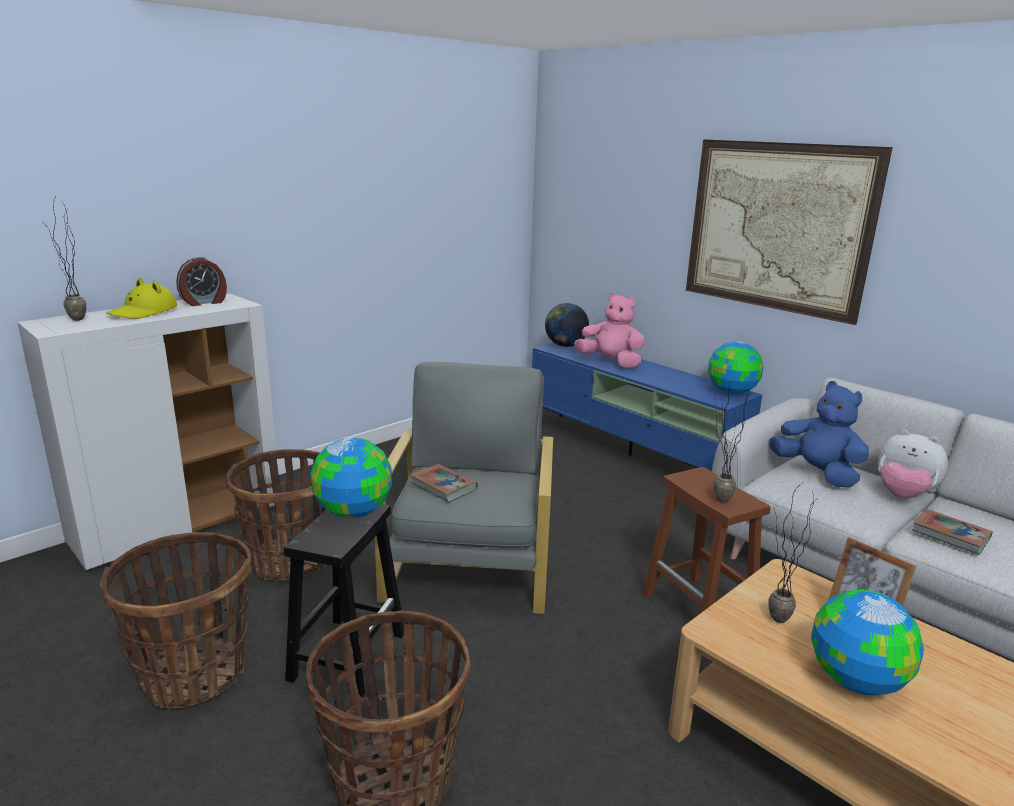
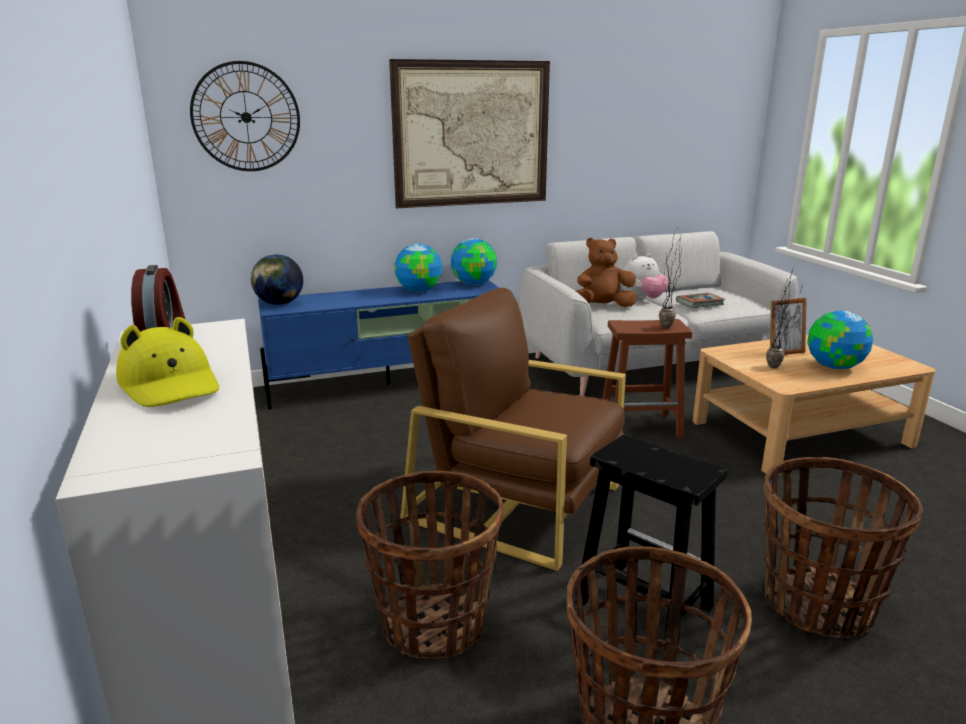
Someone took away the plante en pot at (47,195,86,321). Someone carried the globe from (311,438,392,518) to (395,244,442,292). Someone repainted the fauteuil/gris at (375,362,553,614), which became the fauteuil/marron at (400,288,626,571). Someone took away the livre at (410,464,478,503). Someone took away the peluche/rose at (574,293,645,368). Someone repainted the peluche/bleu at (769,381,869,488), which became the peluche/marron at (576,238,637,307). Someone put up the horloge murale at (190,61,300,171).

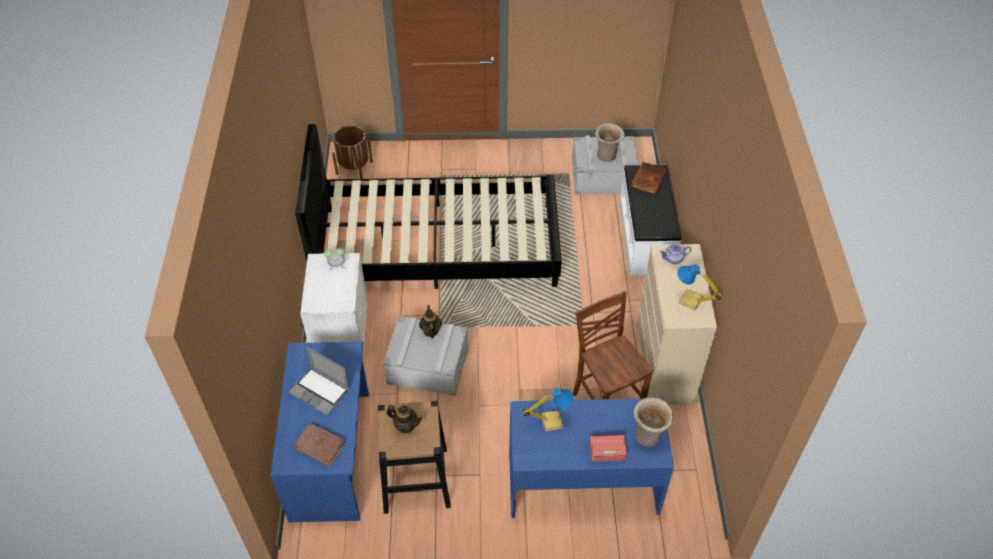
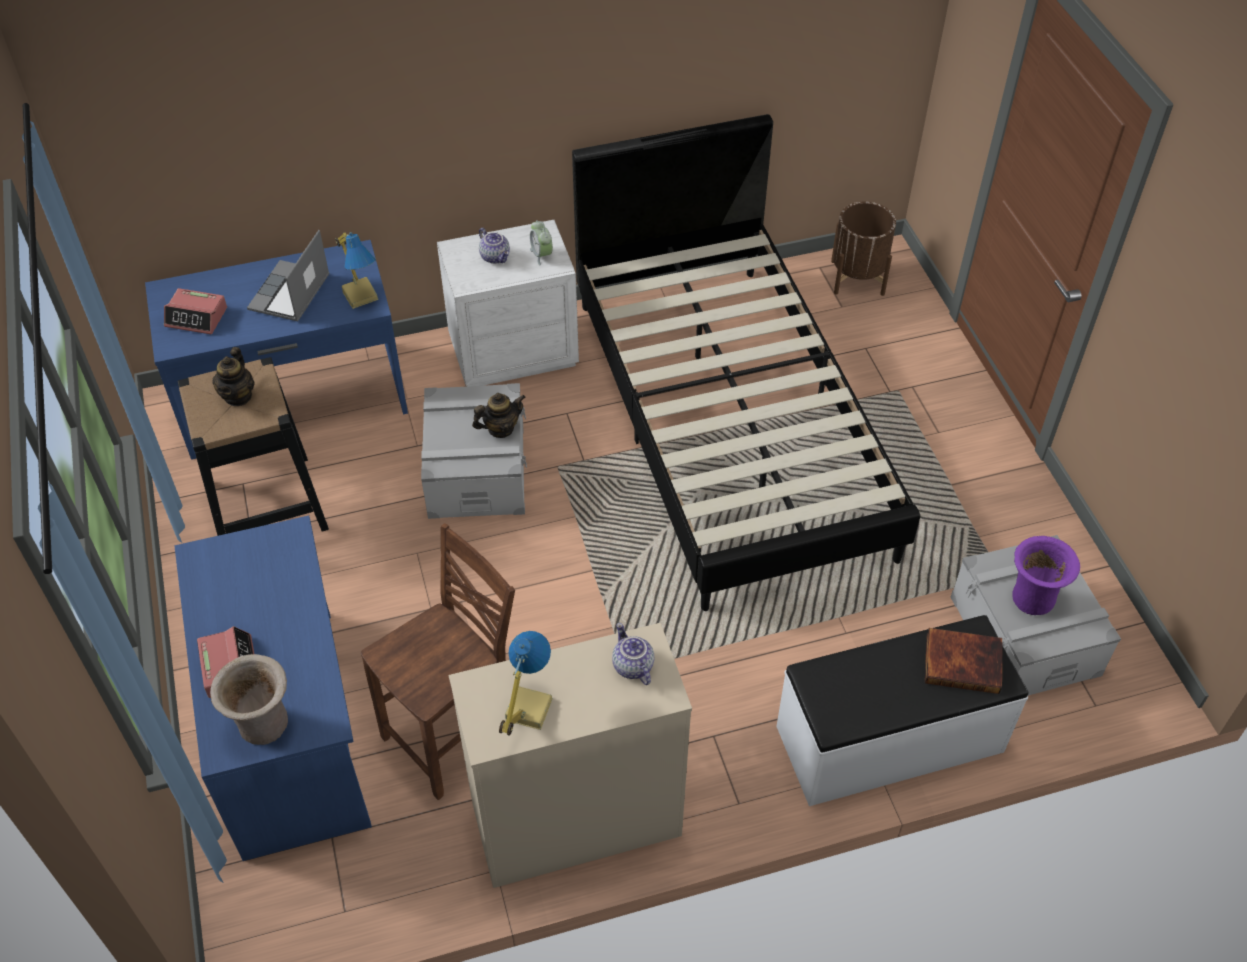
Someone swapped the livre/marron at (293,423,346,467) for the réveil at (164,288,227,334). Someone carried the lampe de table from (523,387,574,432) to (335,232,379,309). Someone repainted the vase/beige at (595,123,624,162), which became the vase/violet at (1012,536,1080,615). Someone put down the théière at (479,228,510,264).

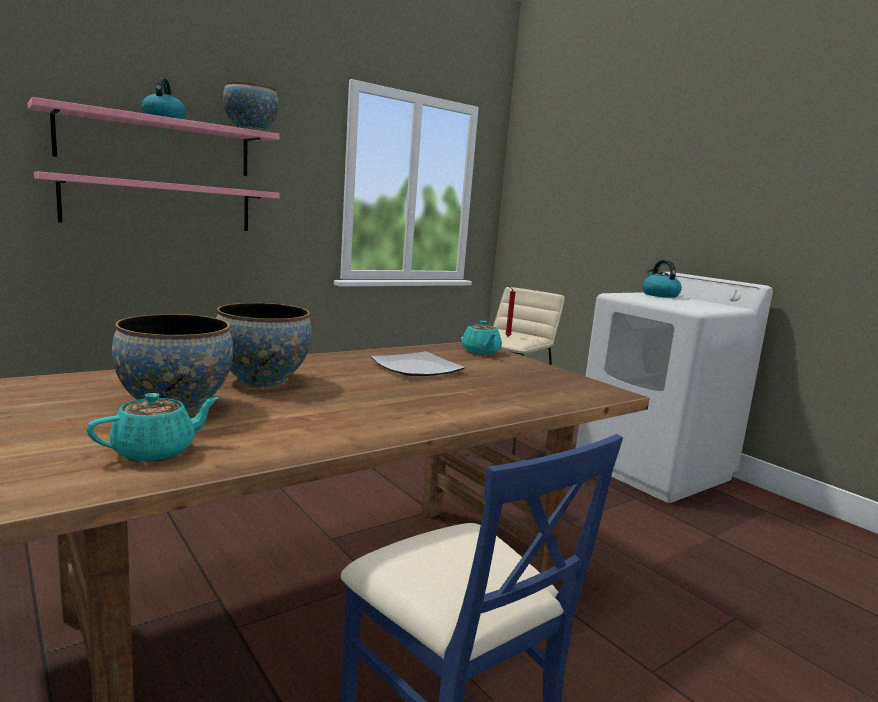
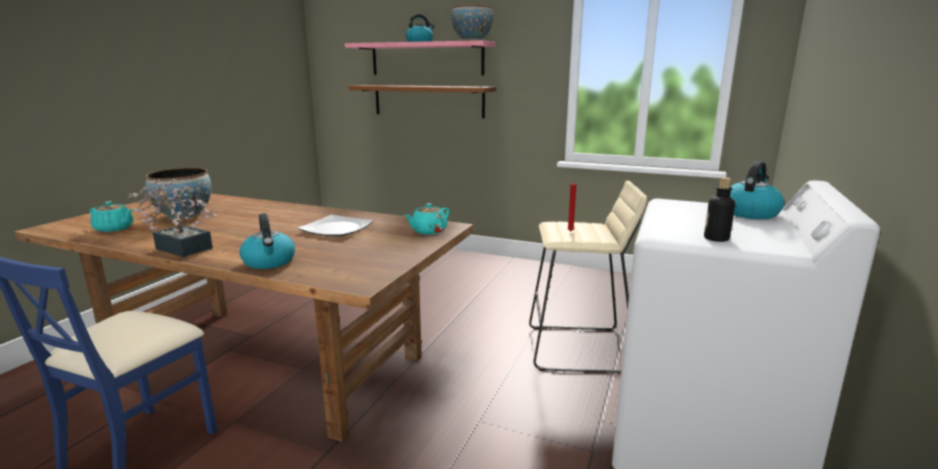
Someone repainted the étagère/rose at (34,172,280,231), which became the étagère/marron at (348,85,496,118). Someone took away the bol at (216,303,312,388). Someone put down the plante en pot at (128,179,218,257). Someone put down the bouilloire at (239,213,295,269). Someone put down the bouteille at (704,177,735,242).

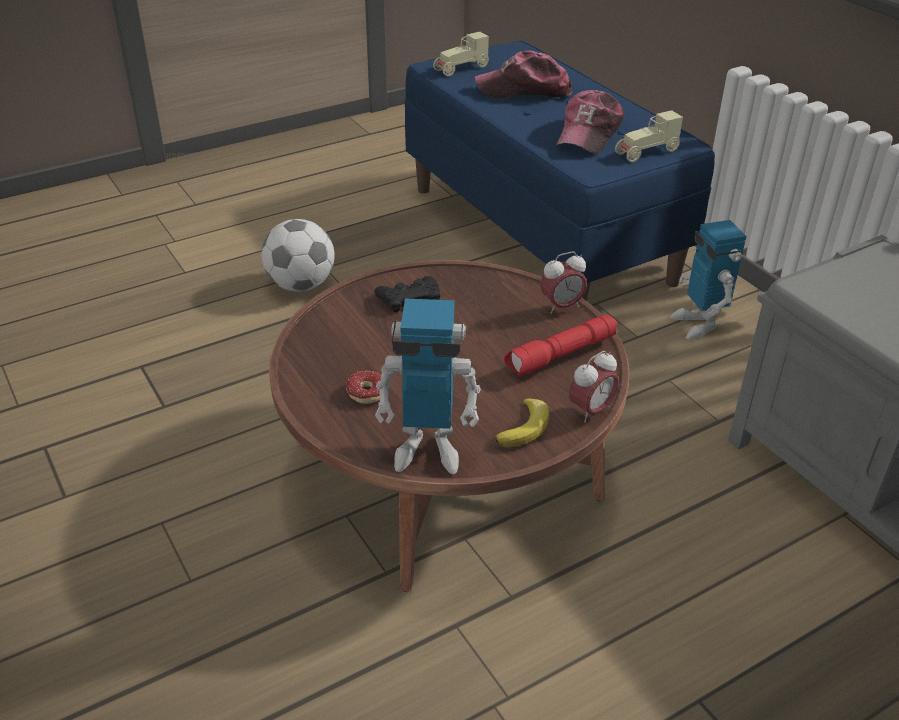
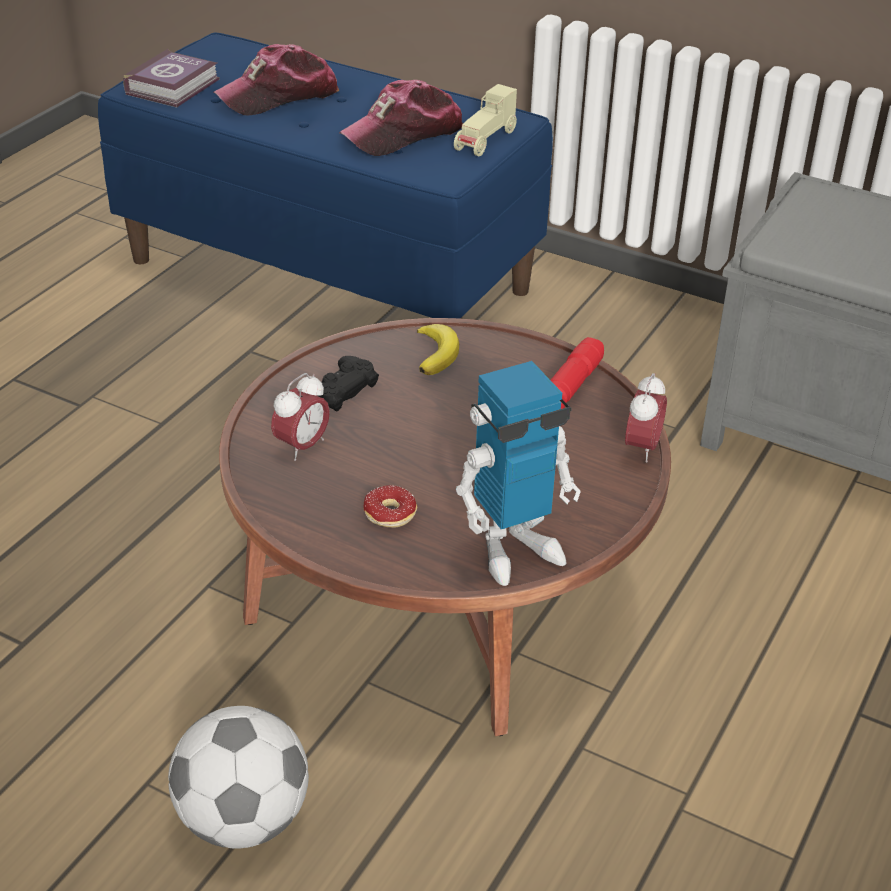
Someone carried the ballon de foot from (261,219,335,292) to (168,706,309,849). Someone swapped the petite voiture/beige at (433,32,489,76) for the livre at (123,49,220,107). Someone carried the banane from (495,398,549,447) to (417,324,459,375). Someone carried the réveil from (540,252,587,314) to (271,373,330,461). Someone rotated the casquette at (556,90,624,154) by 60 degrees clockwise. Someone took away the robot jouet at (670,220,747,339).

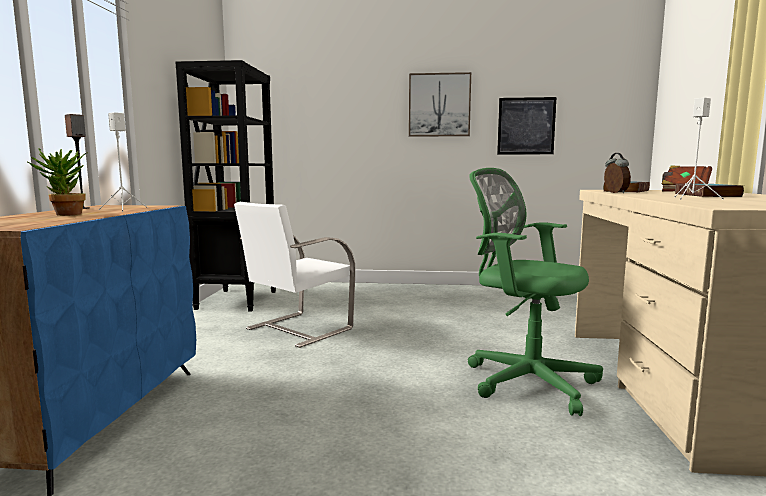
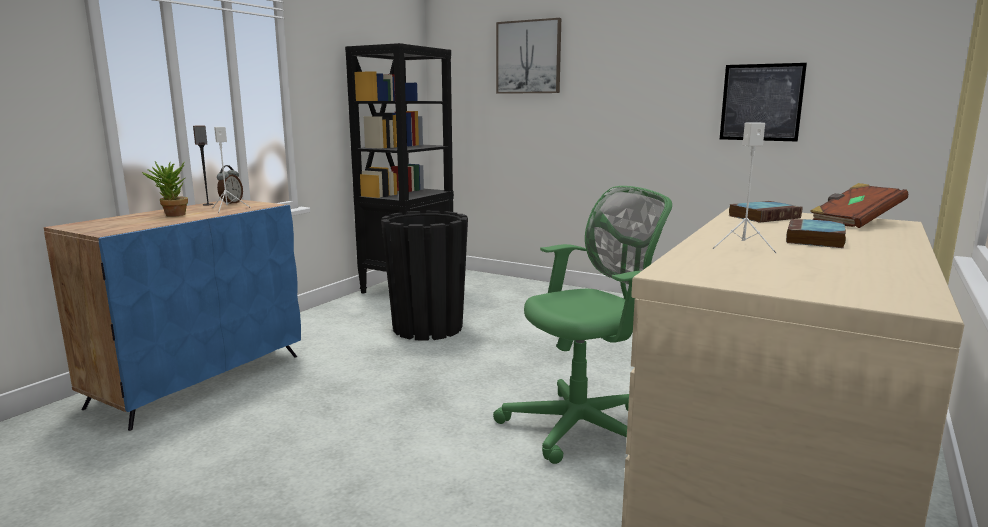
Someone swapped the chaise/blanc at (234,202,355,348) for the cache-pot/noir at (381,211,468,341). Someone carried the tableau from (409,72,471,137) to (496,18,561,94). Someone rotated the chaise de bureau/vert at (468,168,603,416) by 90 degrees clockwise. Someone carried the réveil from (604,153,631,193) to (217,165,243,204).

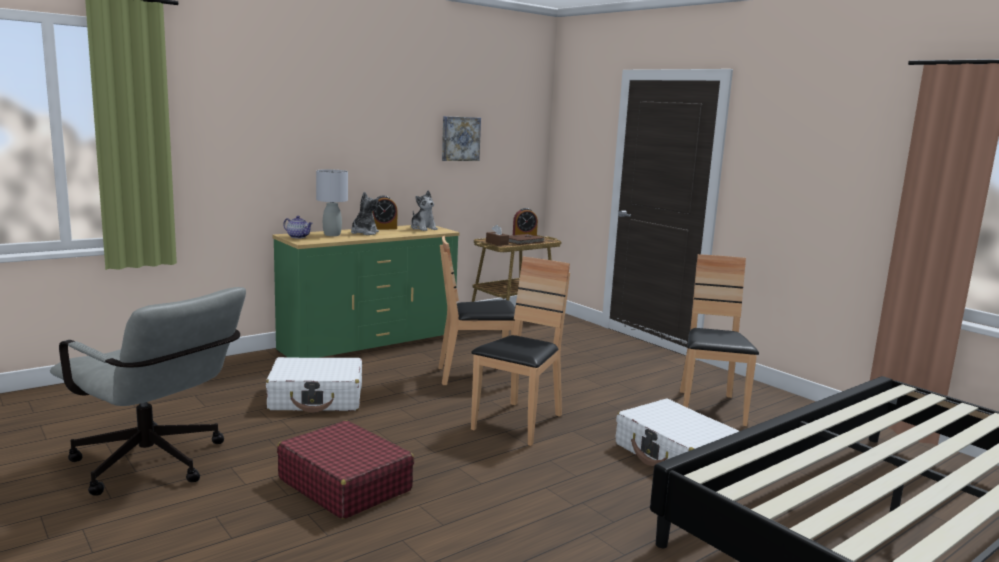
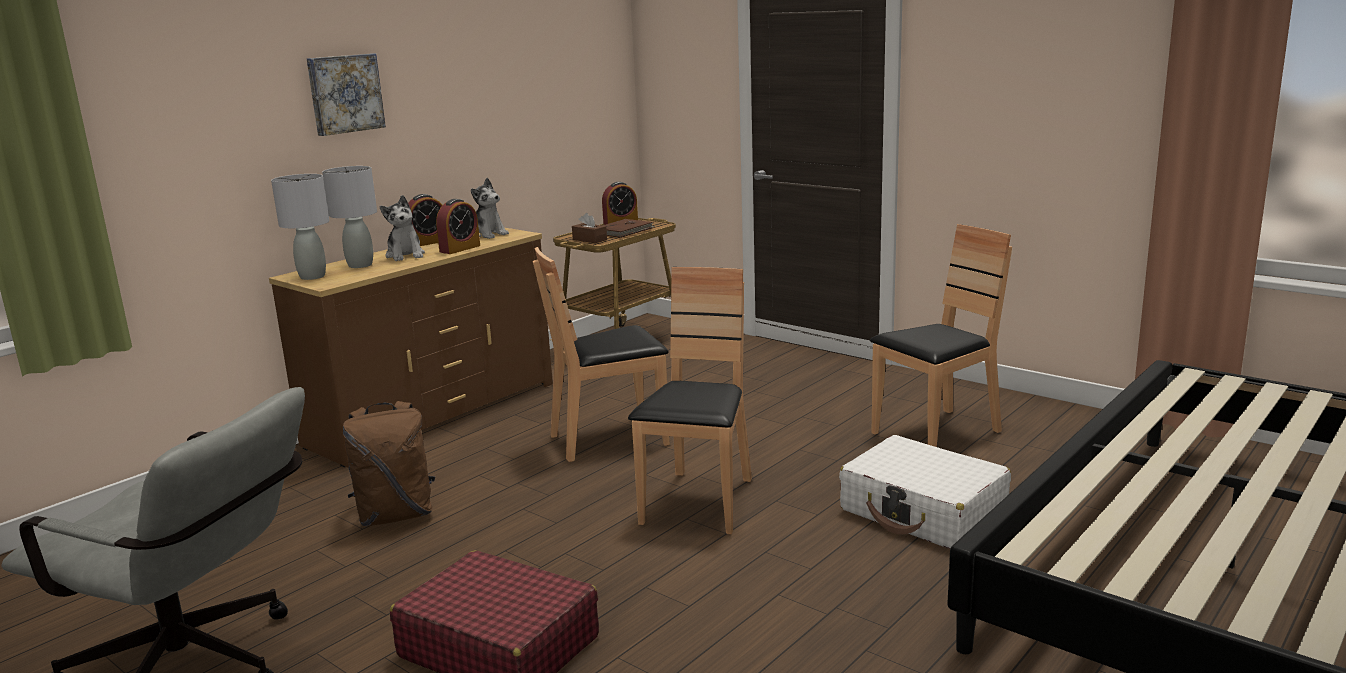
Someone swapped the valise/blanc at (266,357,362,413) for the sac à dos/marron at (343,401,435,526). Someone repainted the commode/vert at (272,225,459,358), which became the commode/marron at (269,228,553,468). Someone swapped the théière at (283,216,313,238) for the lampe de table/gris at (271,174,330,280). Someone rotated the peluche at (351,192,379,235) by 150 degrees clockwise. Someone carried the tableau from (442,116,481,161) to (307,53,386,136). Someone rotated the chaise/marron at (680,254,759,426) by 60 degrees clockwise. Someone put down the réveil at (436,199,480,254).

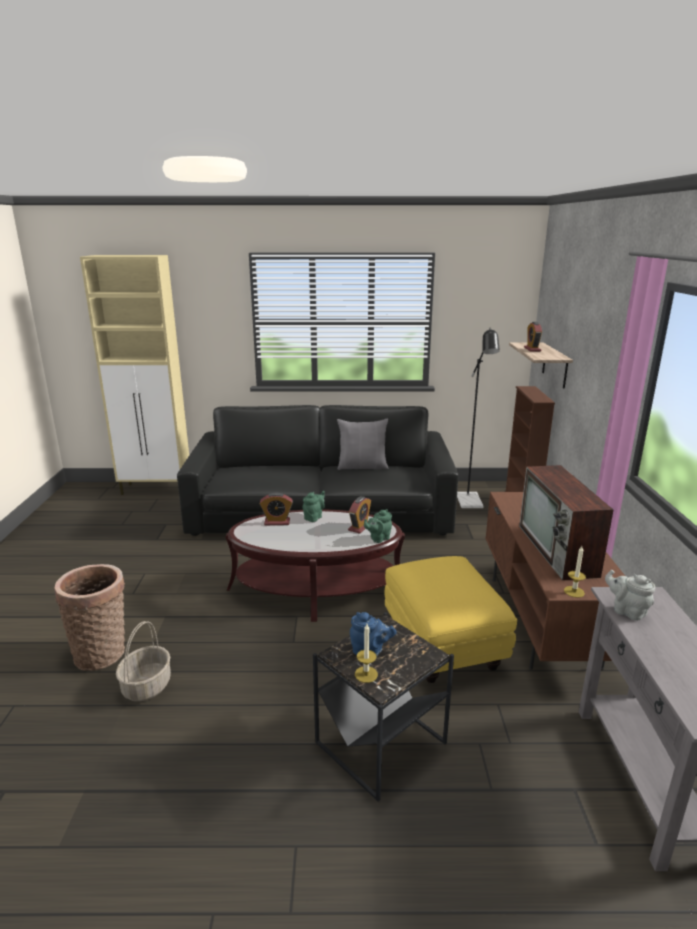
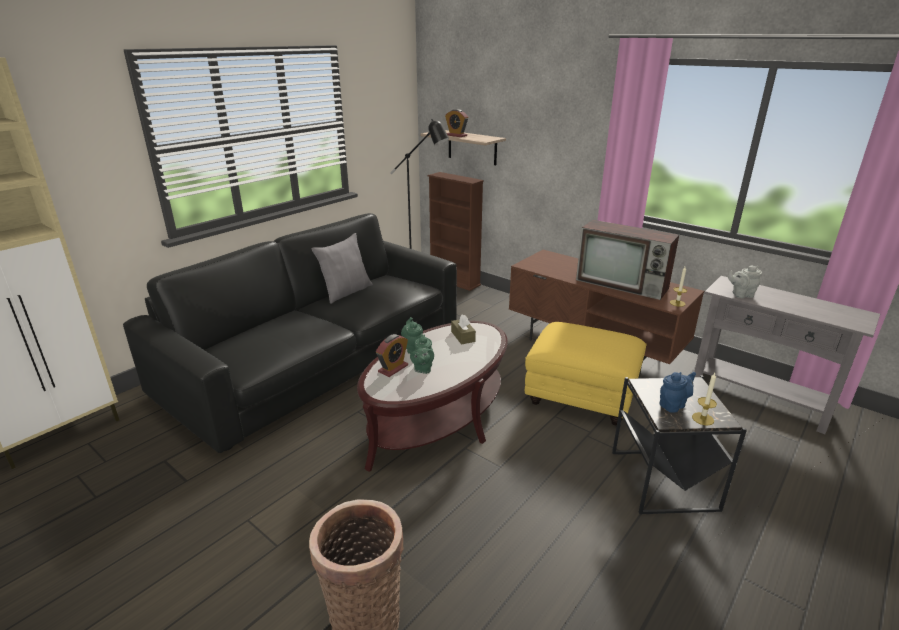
Someone took away the panier at (116,621,171,701). Someone swapped the réveil at (348,496,371,534) for the boîte à mouchoirs/marron at (451,315,476,344). Someone carried the théière/vert from (364,509,392,543) to (410,335,434,374).

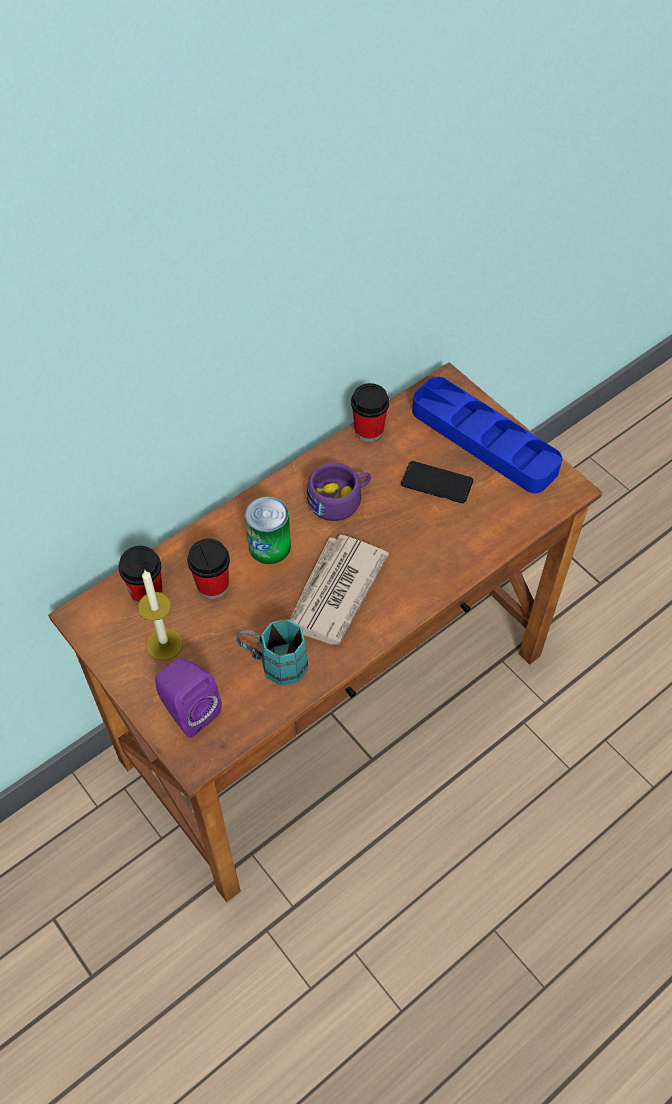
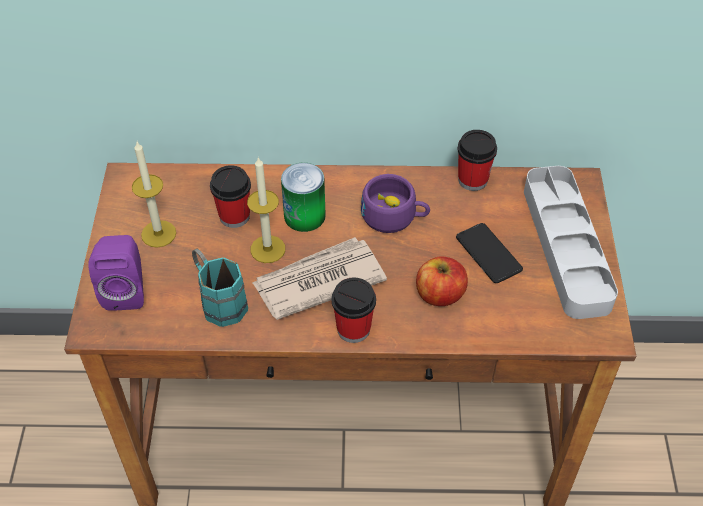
Someone carried the tasse from (118,546,163,604) to (331,277,376,343). Someone repainted the plateau/bleu at (412,377,562,493), which became the plateau/gris at (524,166,618,319). Someone put down the bougie at (247,157,285,263). Someone put down the pomme at (416,257,468,306).

